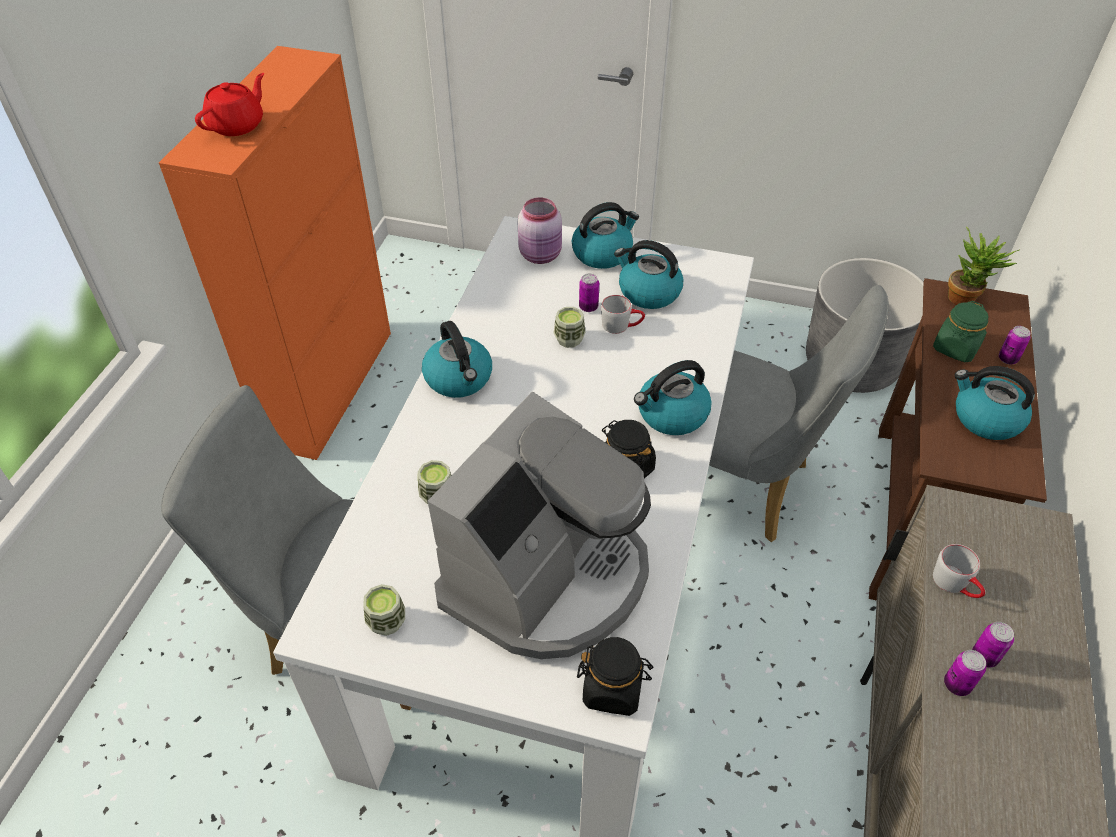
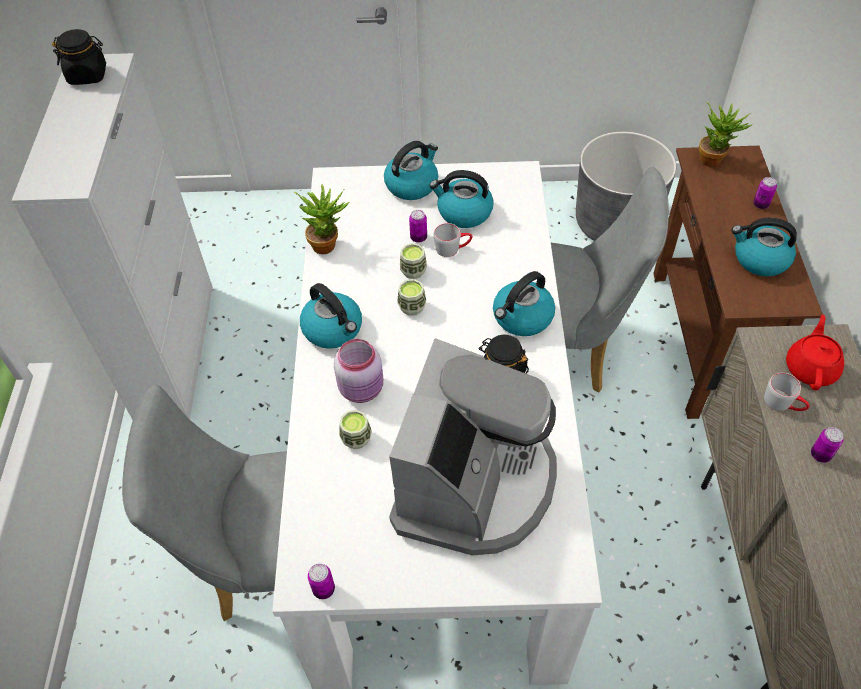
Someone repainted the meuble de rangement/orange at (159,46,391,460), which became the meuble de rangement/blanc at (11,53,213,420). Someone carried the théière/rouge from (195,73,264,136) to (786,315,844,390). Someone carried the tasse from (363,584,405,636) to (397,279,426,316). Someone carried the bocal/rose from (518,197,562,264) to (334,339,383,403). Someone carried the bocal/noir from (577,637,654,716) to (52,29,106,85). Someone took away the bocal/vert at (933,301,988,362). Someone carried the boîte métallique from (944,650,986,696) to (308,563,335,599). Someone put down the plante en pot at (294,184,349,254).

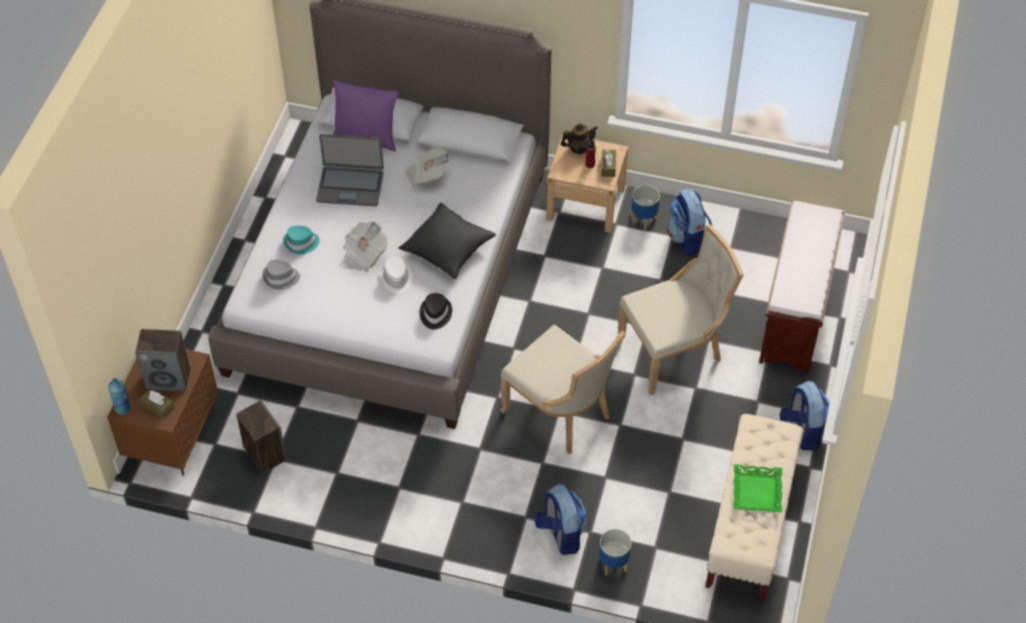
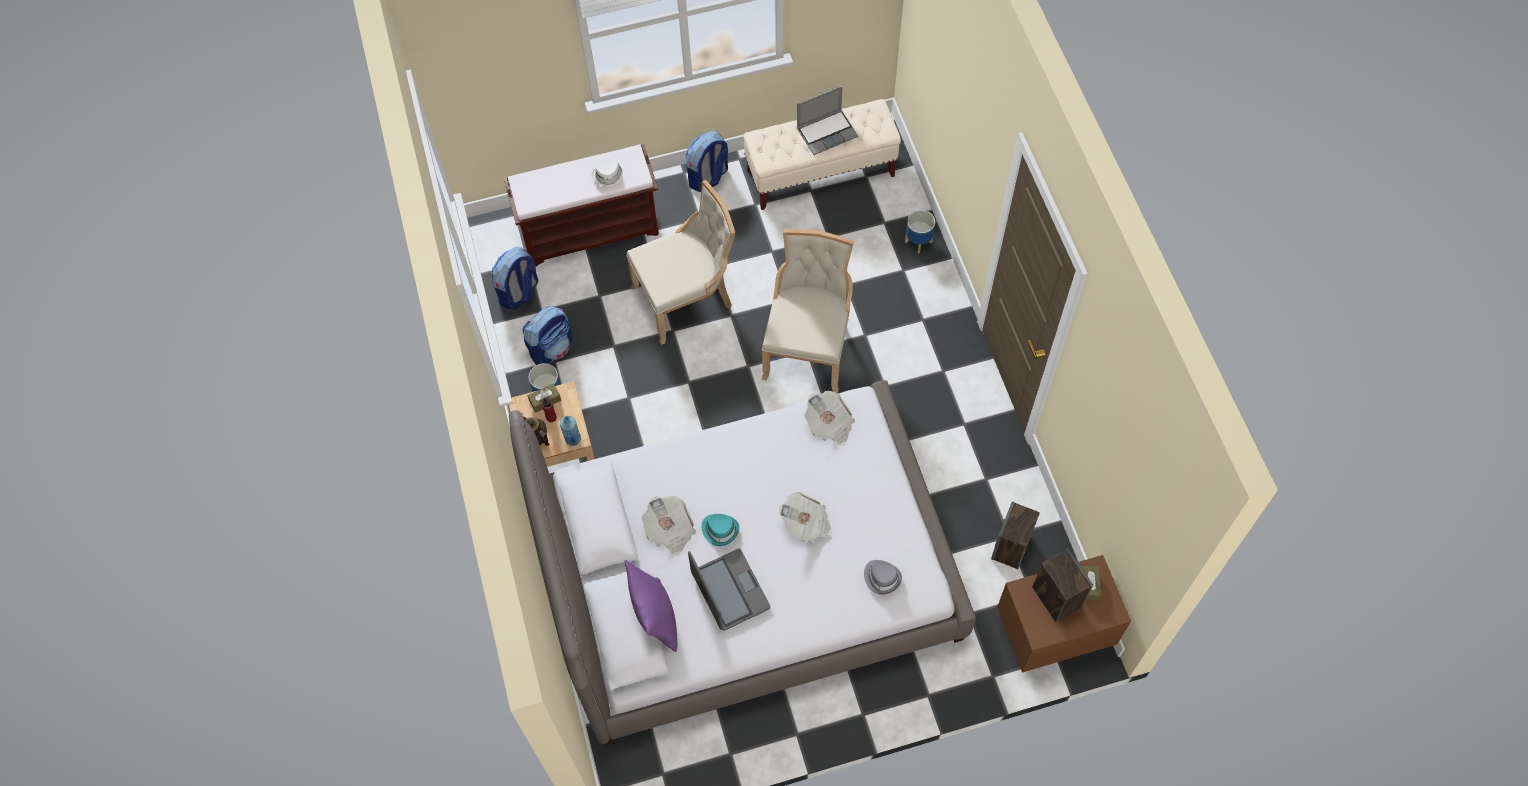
Someone carried the bouteille/bleu from (108,378,131,414) to (560,416,581,446). Someone carried the chapeau/turquoise from (283,226,320,254) to (702,514,739,546). Someone carried the chapeau/blanc from (380,257,412,293) to (592,159,626,187). Someone took away the coussin/noir at (399,203,496,279). Someone swapped the chapeau/noir at (420,293,452,330) for the journal at (804,391,855,446). Someone carried the sac à dos from (535,484,587,555) to (491,247,538,310). Someone rotated the chaise/beige at (616,224,744,396) by 120 degrees clockwise. Someone swapped the plateau/vert at (733,464,782,513) for the ordinateur portable at (797,86,858,155).

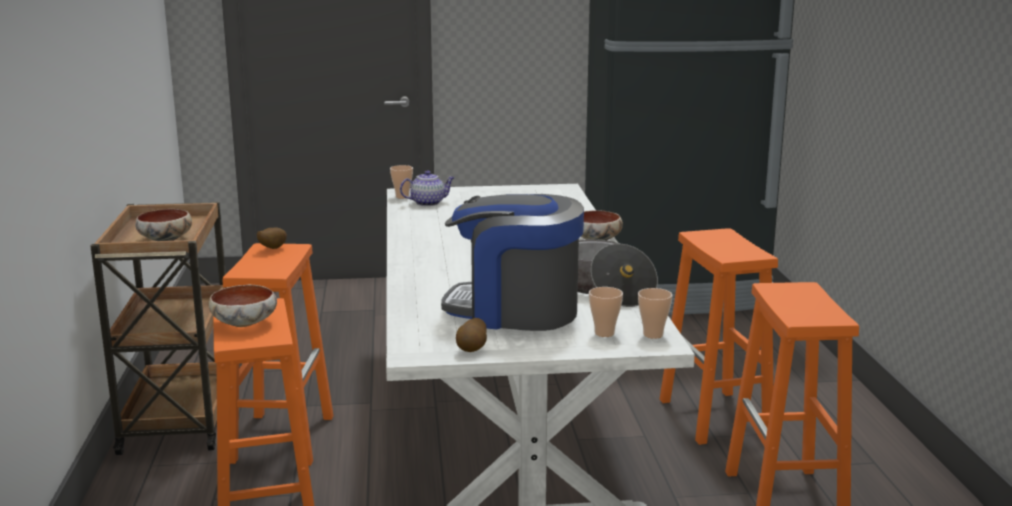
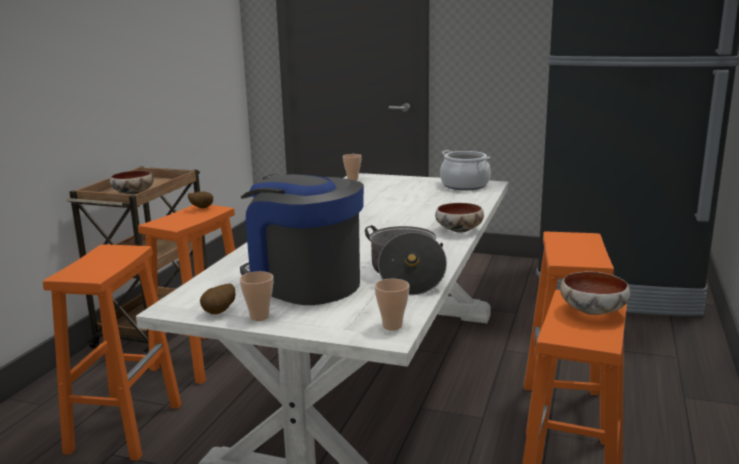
Someone carried the bol from (209,285,277,327) to (560,271,631,315). Someone took away the théière at (400,170,455,206). Someone carried the tasse from (589,287,623,337) to (239,271,273,321). Someone put down the marmite at (440,150,491,190).

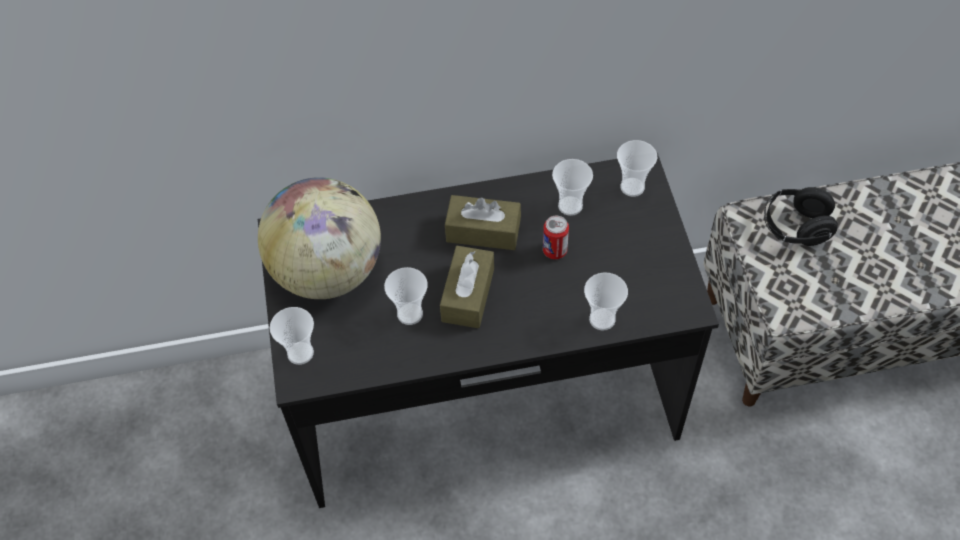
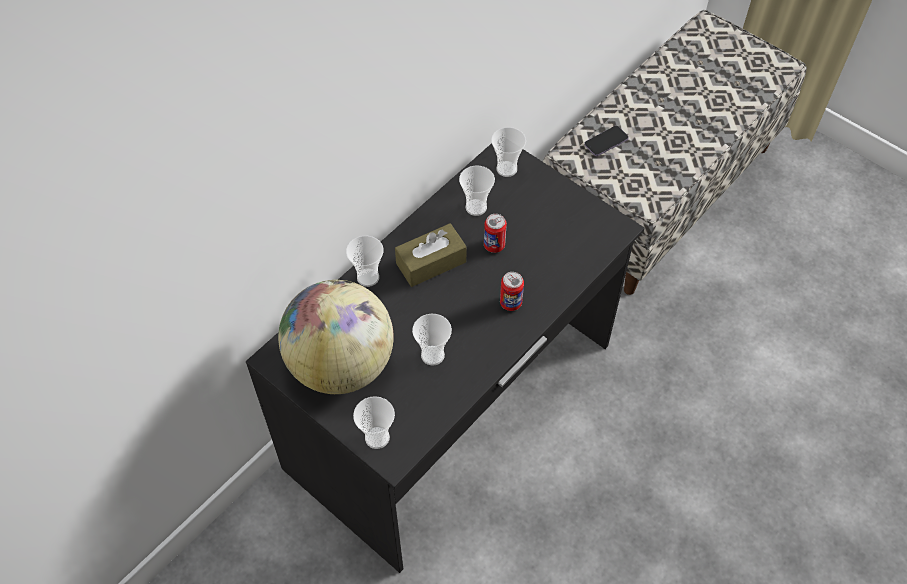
Someone took away the boîte à mouchoirs/marron at (440,246,494,328). Someone carried the tasse from (584,272,628,331) to (346,236,384,287). Someone swapped the casque audio/noir at (764,187,838,246) for the téléphone at (584,126,629,156). Someone put down the boîte métallique at (500,272,524,311).

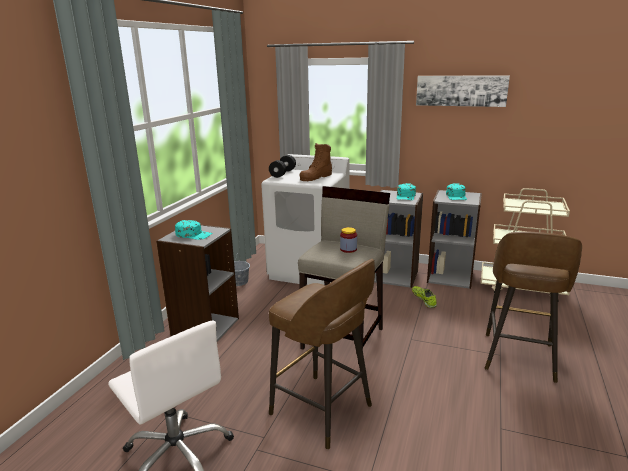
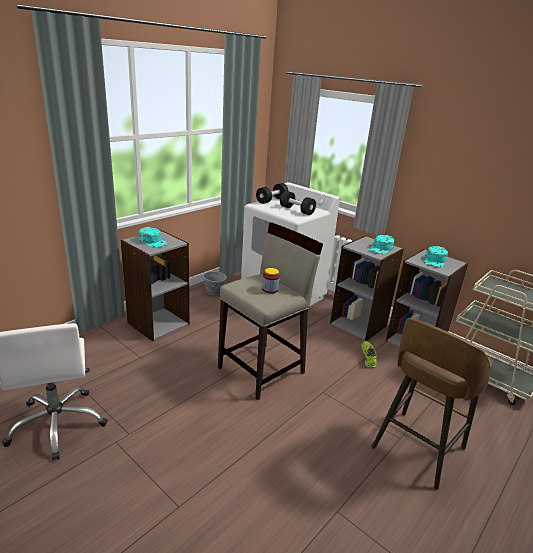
Someone took away the tabouret/marron at (269,259,375,449). Someone swapped the botte/marron at (300,143,332,181) for the haltère/noir at (280,191,316,215). Someone took away the tableau at (416,76,510,107).

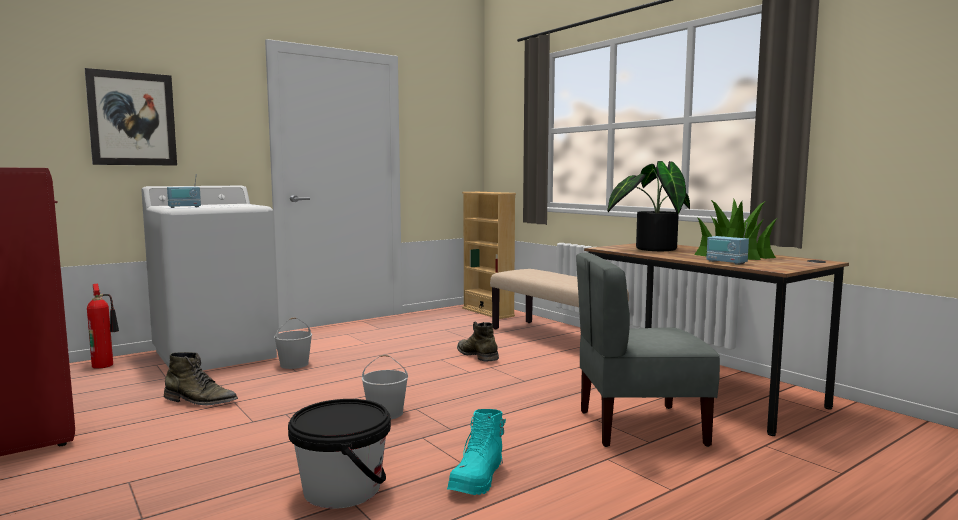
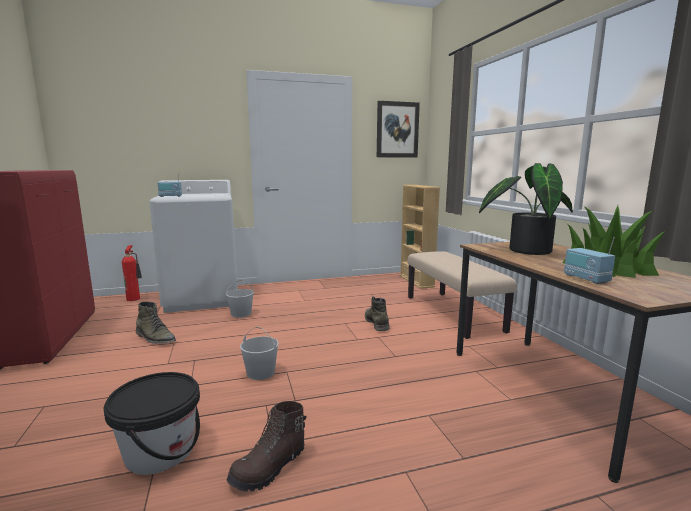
Someone carried the tableau from (85,68,177,166) to (377,101,420,158). Someone repainted the botte/turquoise at (447,409,506,495), which became the botte/marron at (227,401,307,492). Someone took away the chaise/gris at (576,253,720,447).

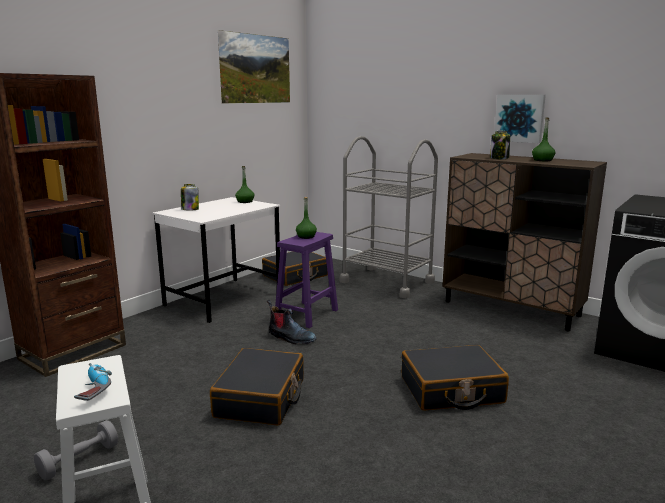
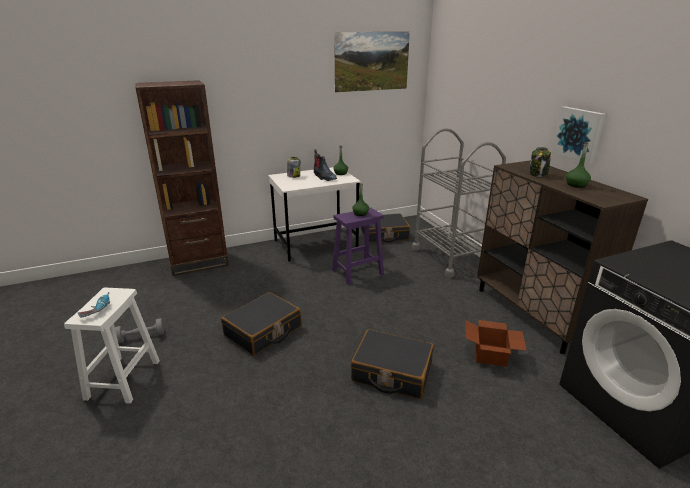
Someone carried the botte from (267,300,317,344) to (314,149,337,181). Someone put down the carton at (465,320,527,367).

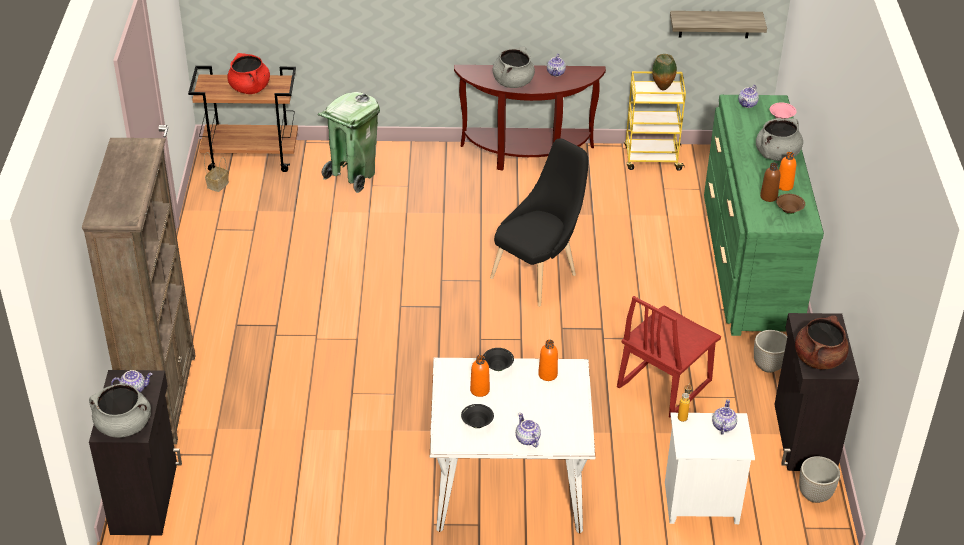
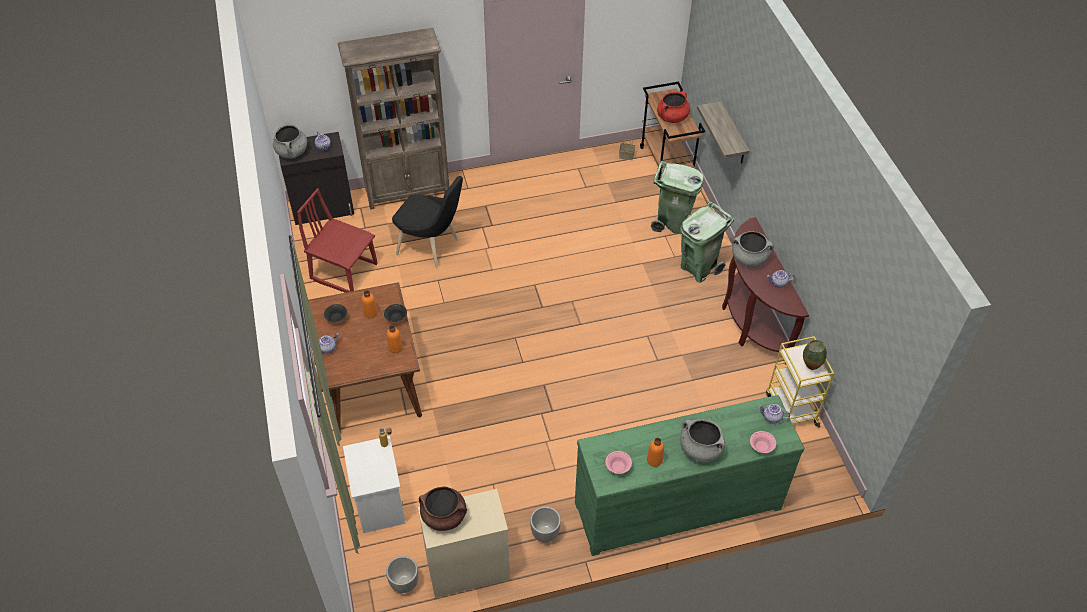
Someone repainted the table à manger/blanc at (430,358,595,533), which became the table à manger/marron at (308,282,422,431). Someone carried the chaise/noir from (490,138,588,307) to (392,176,463,268). Someone carried the chaise/rouge from (617,296,721,418) to (297,188,378,293). Someone carried the étagère from (670,11,767,38) to (697,101,749,164). Someone took away the théière at (712,399,737,435). Someone took away the bouteille/marron at (760,162,780,202). Someone repainted the meuble de rangement/noir at (774,313,859,471), which became the meuble de rangement/beige at (418,489,510,598). Someone repainted the bol/marron at (776,194,805,214), which became the bol/rose at (605,451,632,474). Someone put down the poubelle/vert at (680,201,734,283).

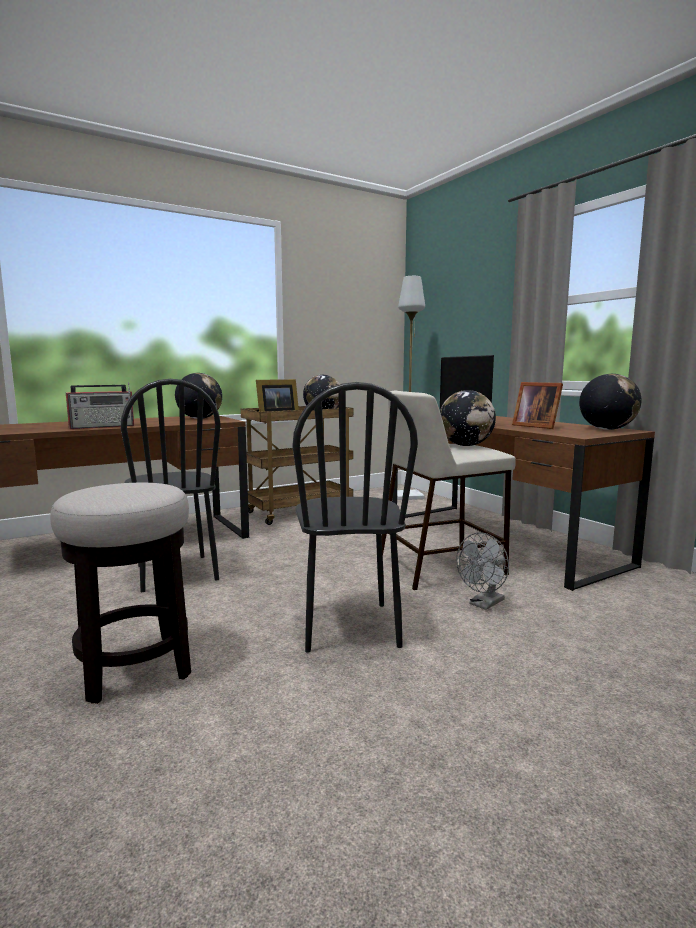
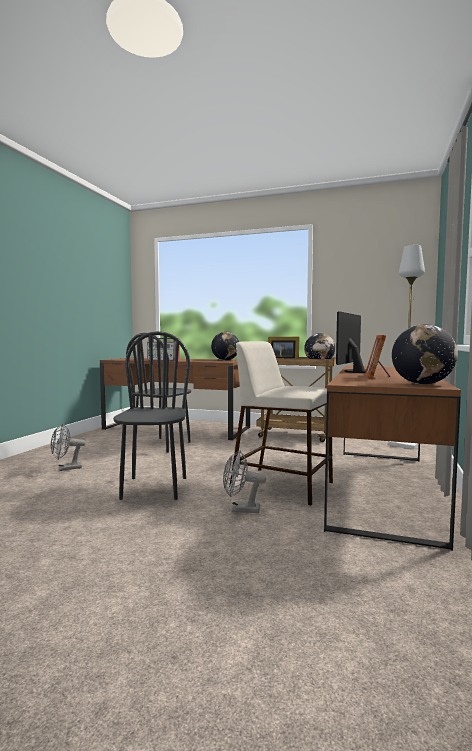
Someone swapped the tabouret at (50,483,191,704) for the ventilateur/gris at (51,424,86,471). Someone rotated the chaise/noir at (292,382,418,653) by 135 degrees clockwise. Someone took away the globe at (440,390,496,446).

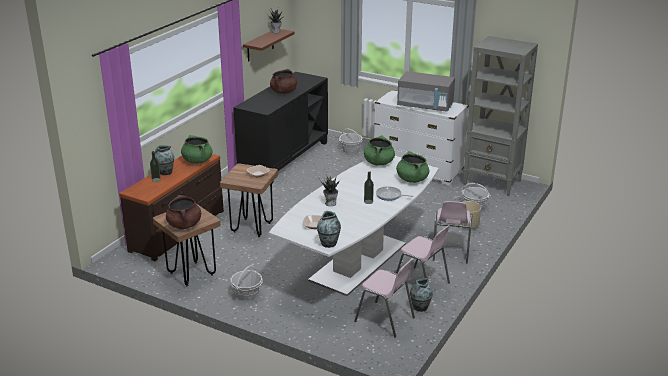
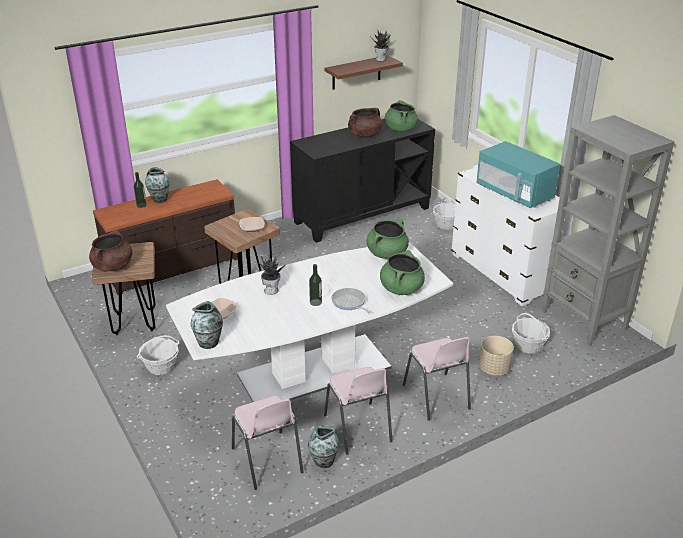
Someone carried the marmite/vert from (181,135,213,164) to (385,100,418,132). Someone repainted the micro-ondes/gris at (397,71,455,112), which became the micro-ondes/turquoise at (476,141,560,208). Someone rotated the chaise/rose at (433,201,472,263) by 60 degrees counterclockwise.

